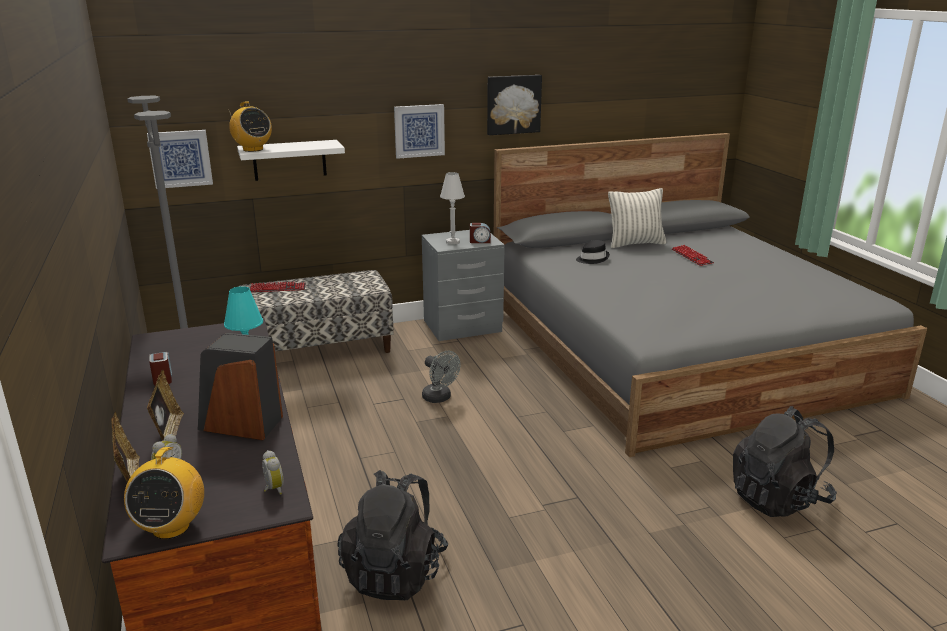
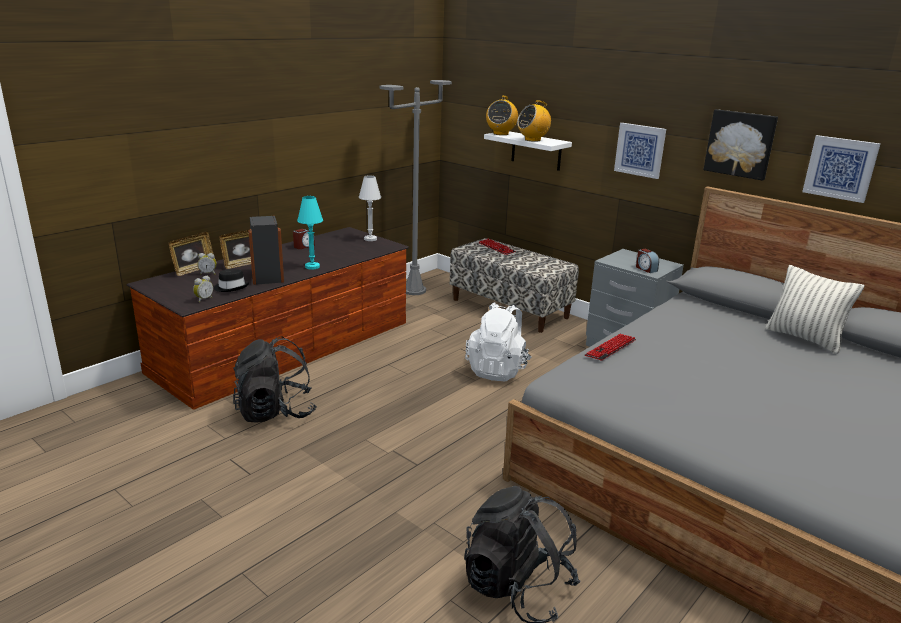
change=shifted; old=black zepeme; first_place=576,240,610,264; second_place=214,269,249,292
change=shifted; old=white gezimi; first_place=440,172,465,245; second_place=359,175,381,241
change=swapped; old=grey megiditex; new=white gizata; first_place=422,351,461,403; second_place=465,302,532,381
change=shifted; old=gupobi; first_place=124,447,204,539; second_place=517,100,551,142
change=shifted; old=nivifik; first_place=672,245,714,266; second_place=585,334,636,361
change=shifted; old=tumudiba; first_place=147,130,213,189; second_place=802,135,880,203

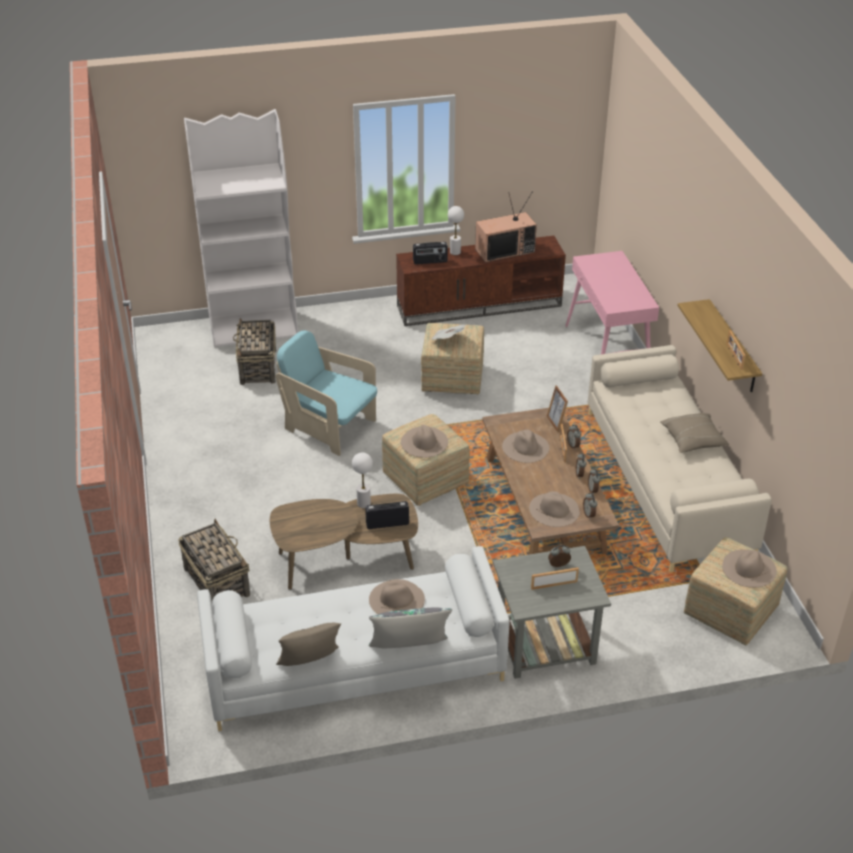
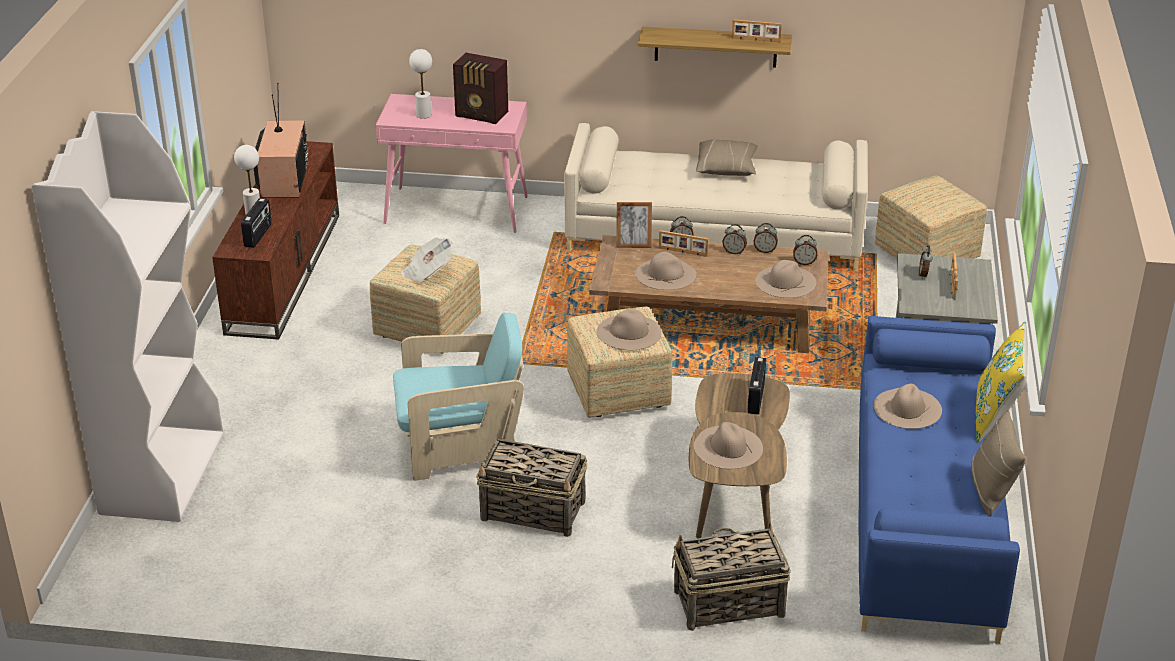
change=rotated; old=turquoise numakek; first_place=276,331,377,456; second_place=393,313,524,481; degrees=-150
change=shifted; old=white gezimi; first_place=352,452,373,508; second_place=409,49,432,119
change=new; new=gupobi; second_place=453,53,508,124
change=shifted; old=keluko; first_place=233,318,276,385; second_place=476,439,587,537
change=shifted; old=beige zepeme; first_place=722,550,777,588; second_place=694,422,763,469
change=repainted; old=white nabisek; new=blue nabisek; first_place=197,546,510,731; second_place=859,316,1020,644
change=repainted; old=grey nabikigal; new=yellow nabikigal; first_place=369,607,452,648; second_place=976,322,1028,443

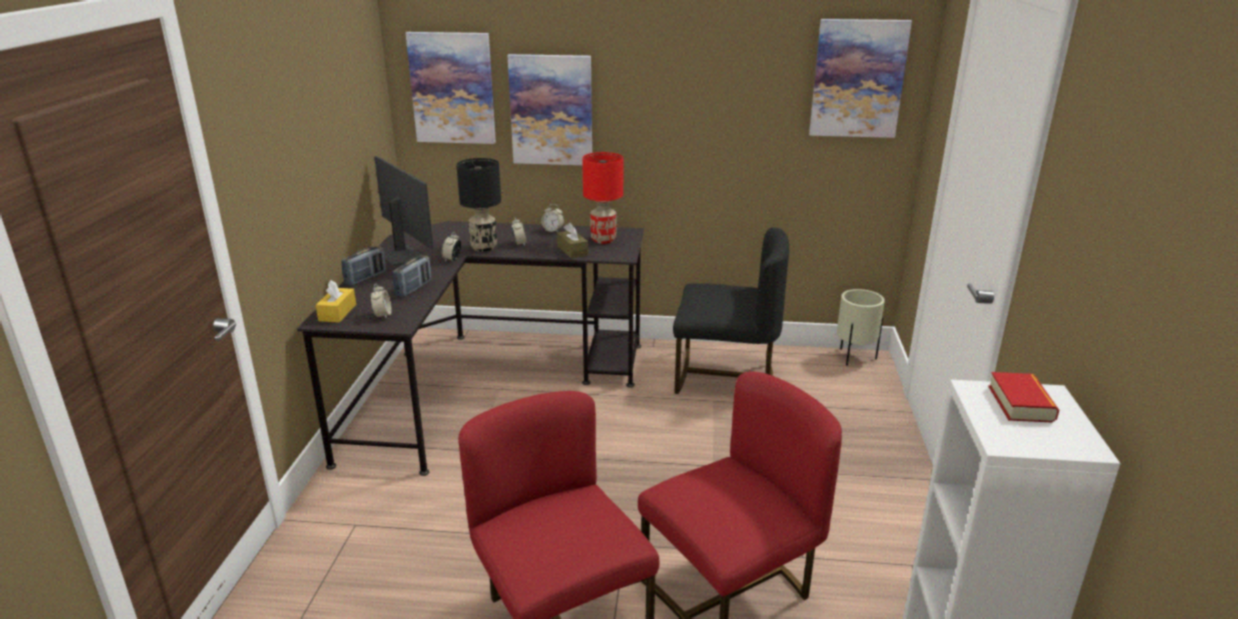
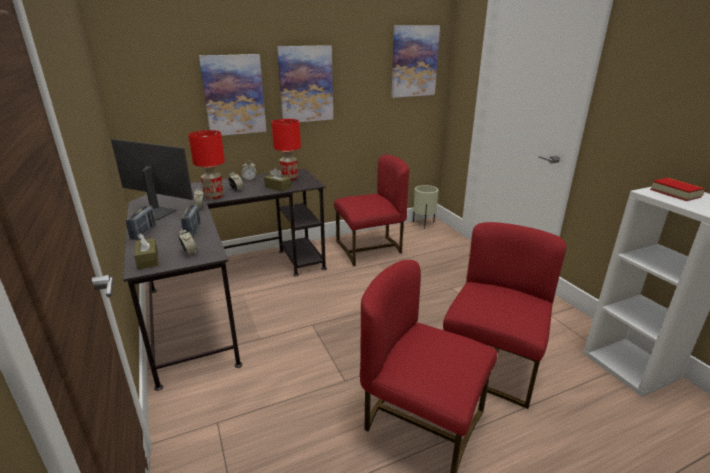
change=repainted; old=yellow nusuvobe; new=brown nusuvobe; first_place=316,280,356,322; second_place=134,233,158,270
change=repainted; old=black gezimi; new=red gezimi; first_place=456,158,501,252; second_place=188,130,225,199
change=shifted; old=tumudiba; first_place=406,32,496,144; second_place=277,45,333,122
change=repainted; old=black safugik; new=red safugik; first_place=673,227,789,394; second_place=334,155,409,266

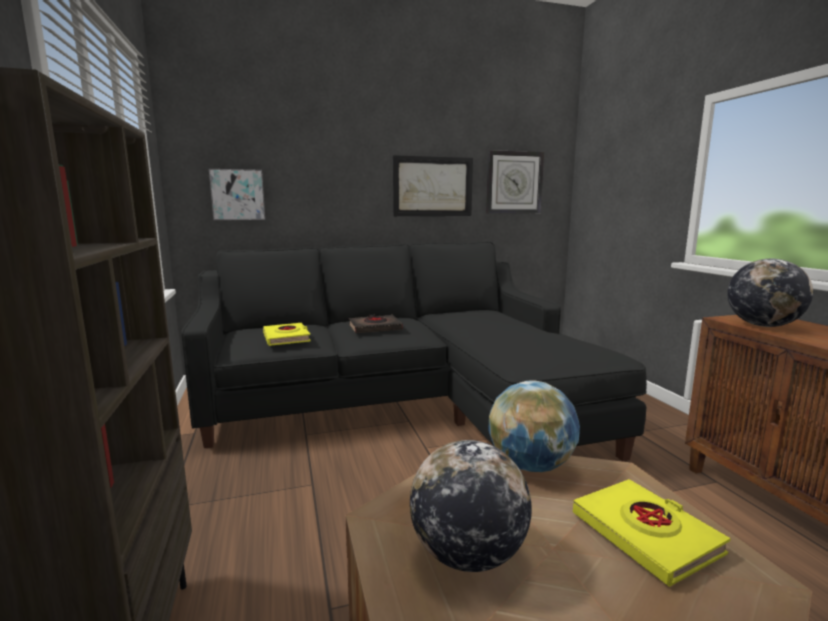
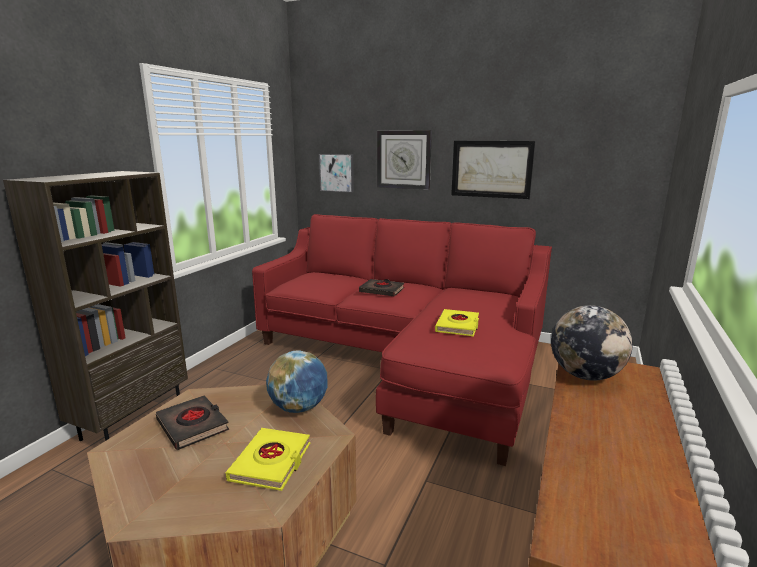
change=swapped; old=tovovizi; new=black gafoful; first_place=410,440,532,572; second_place=156,395,229,450
change=repainted; old=black nabisek; new=red nabisek; first_place=181,241,647,461; second_place=252,214,552,466
change=shifted; old=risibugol; first_place=486,150,544,213; second_place=377,130,432,190
change=shifted; old=yellow gafoful; first_place=263,323,311,346; second_place=435,309,479,336

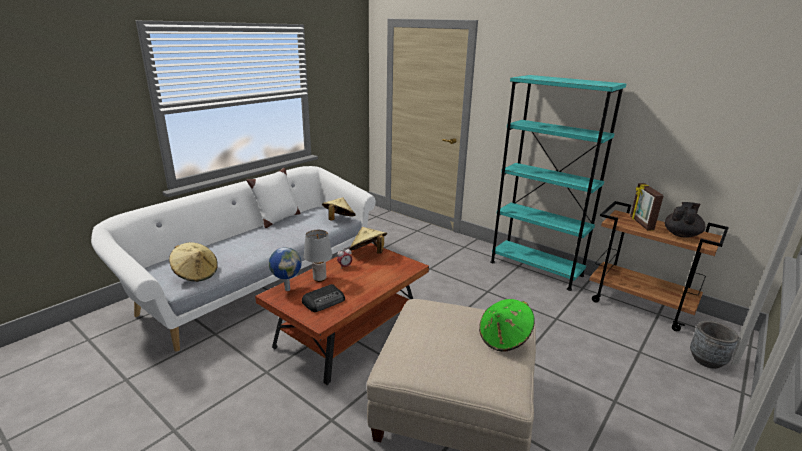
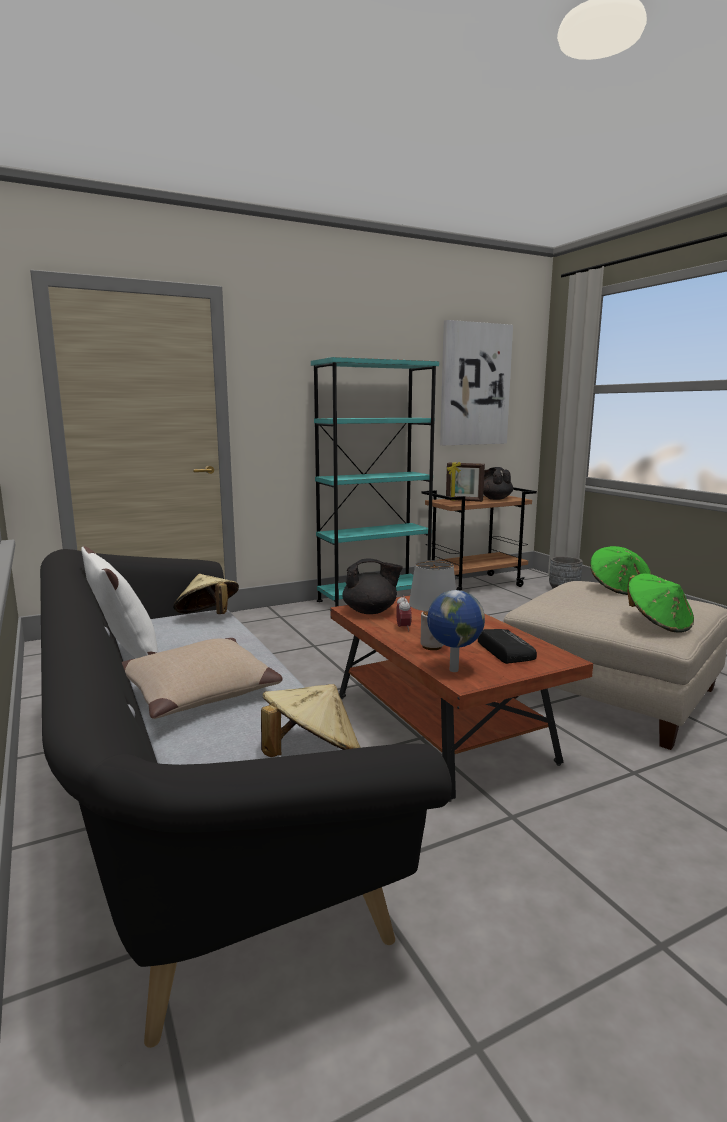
change=repainted; old=white nabisek; new=black nabisek; first_place=91,166,376,352; second_place=40,549,452,1048
change=new; new=beige nabikigal; second_place=122,638,283,719
change=swapped; old=beige zepeme; new=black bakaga; first_place=349,227,387,254; second_place=342,558,403,614
change=new; new=tumudiba; second_place=440,320,513,445
change=new; new=green zepeme; second_place=627,574,694,633

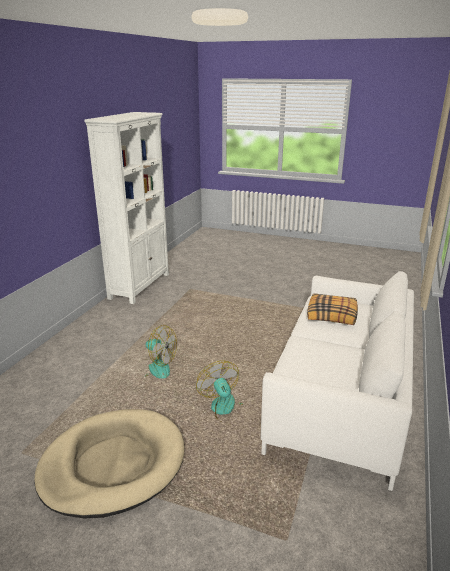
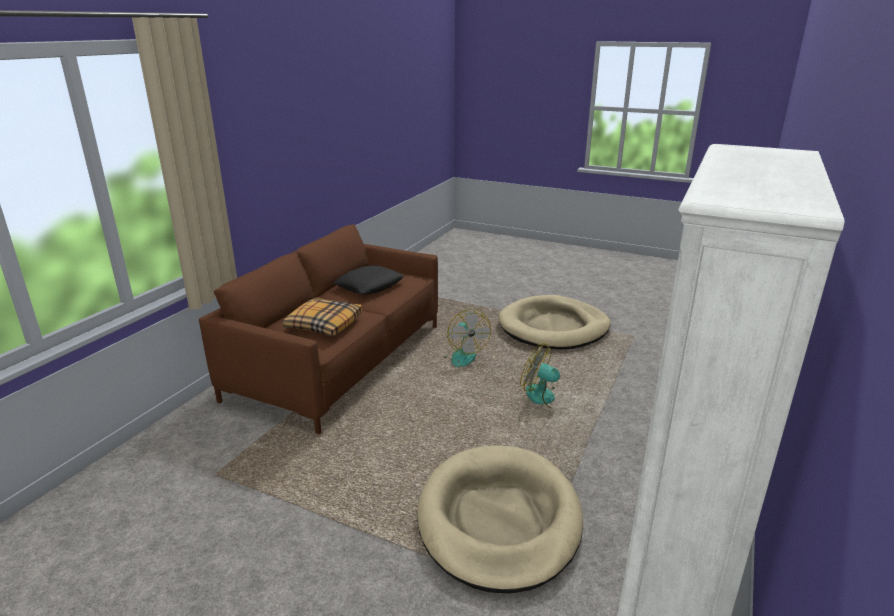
change=repainted; old=white nabisek; new=brown nabisek; first_place=261,271,414,491; second_place=199,224,438,434
change=new; new=black nabikigal; second_place=334,265,404,294
change=new; new=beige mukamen; second_place=417,445,583,594

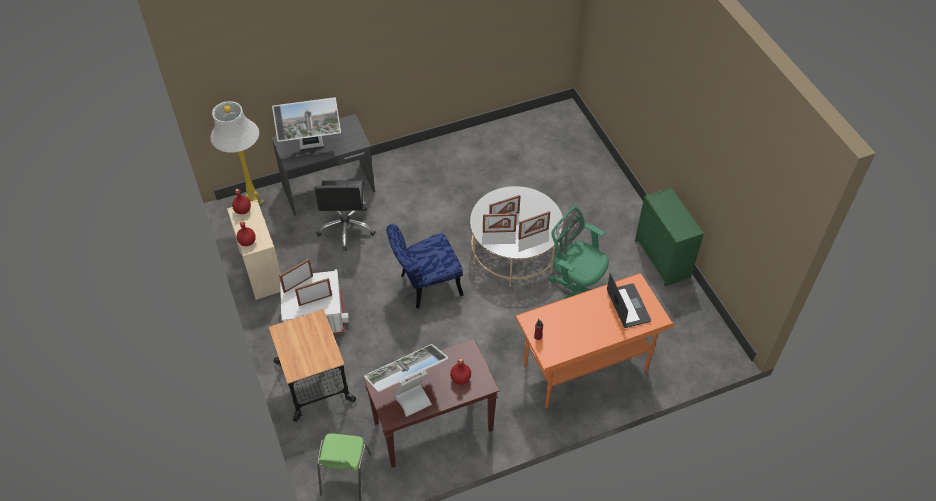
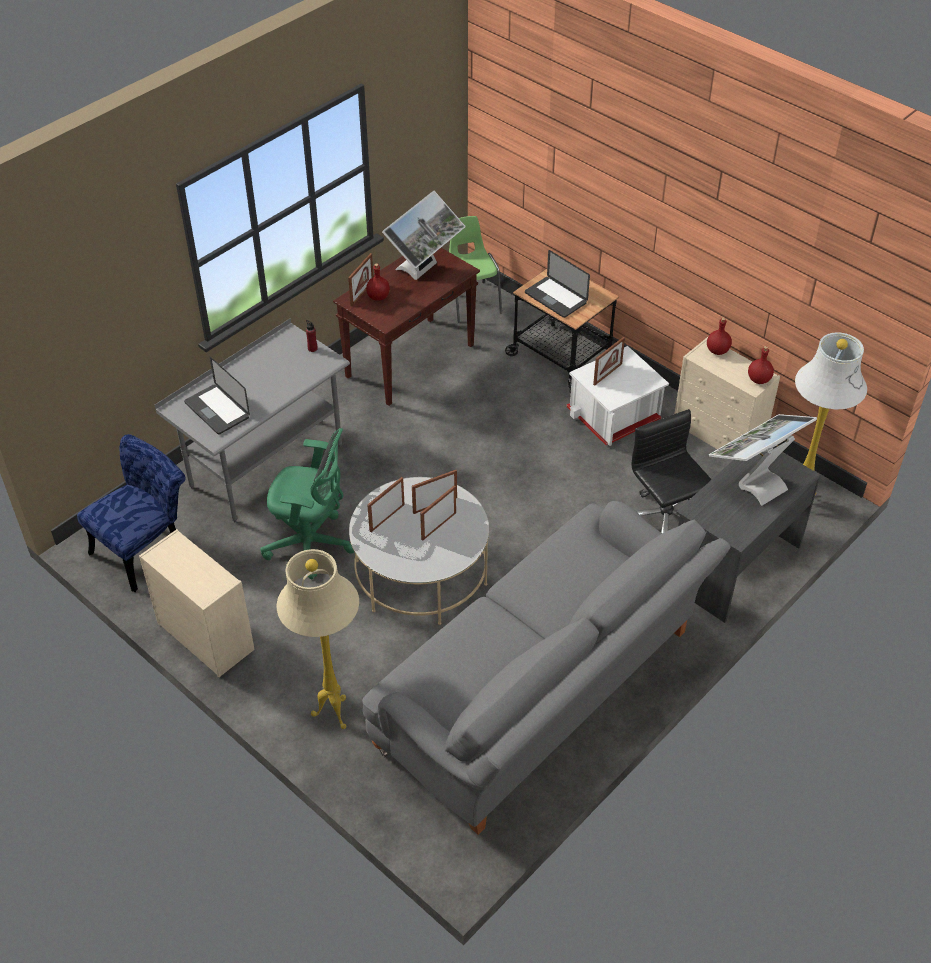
change=shifted; old=blue safugik; first_place=387,224,463,309; second_place=77,434,186,592
change=repainted; old=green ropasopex; new=beige ropasopex; first_place=635,187,704,287; second_place=139,529,255,677
change=repainted; old=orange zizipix; new=grey zizipix; first_place=515,273,675,409; second_place=155,318,350,522
change=new; new=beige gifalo; second_place=276,549,359,729
change=shifted; old=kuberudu; first_place=279,259,313,293; second_place=348,253,374,306
change=new; new=grey nabisek; second_place=362,501,731,835
change=new; new=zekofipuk; second_place=525,250,590,318

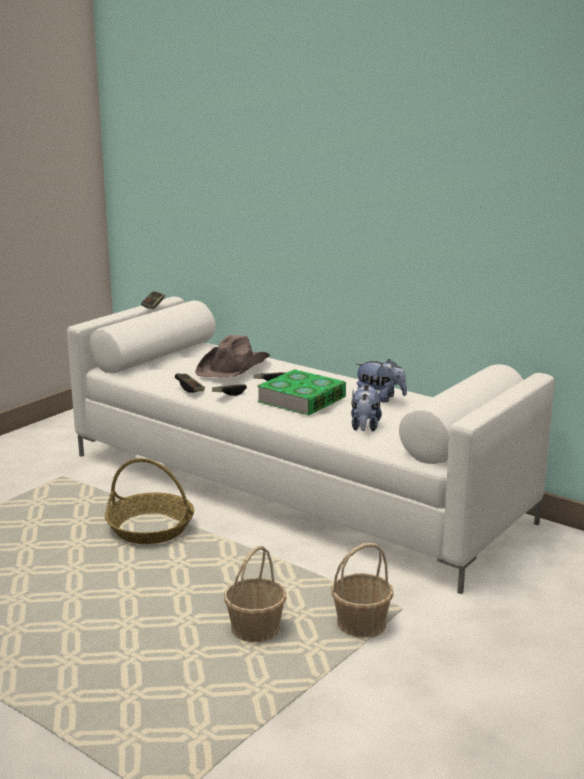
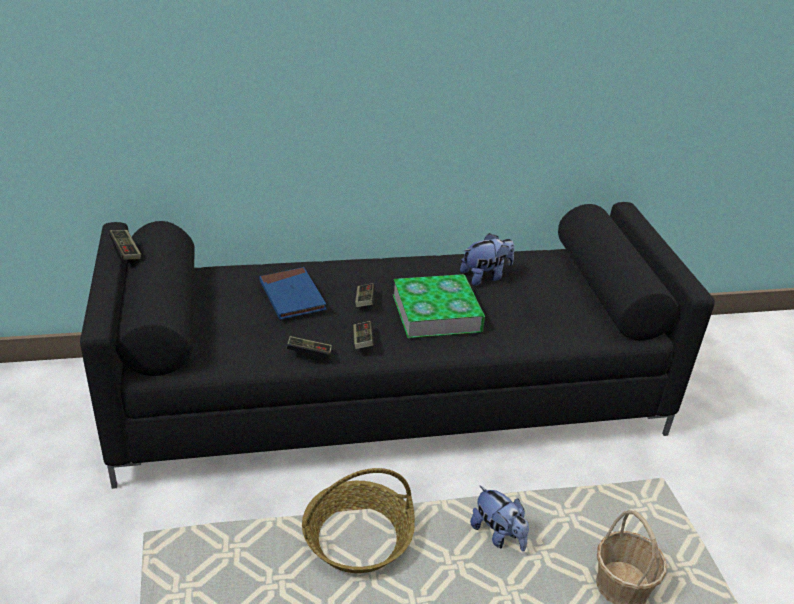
change=repainted; old=white nabisek; new=black nabisek; first_place=67,297,555,594; second_place=80,202,715,489
change=swapped; old=brown zepeme; new=blue gafoful; first_place=195,335,270,377; second_place=259,267,326,320
change=shifted; old=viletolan; first_place=351,384,382,431; second_place=470,485,529,552
change=gone; old=keluko; first_place=331,543,394,638

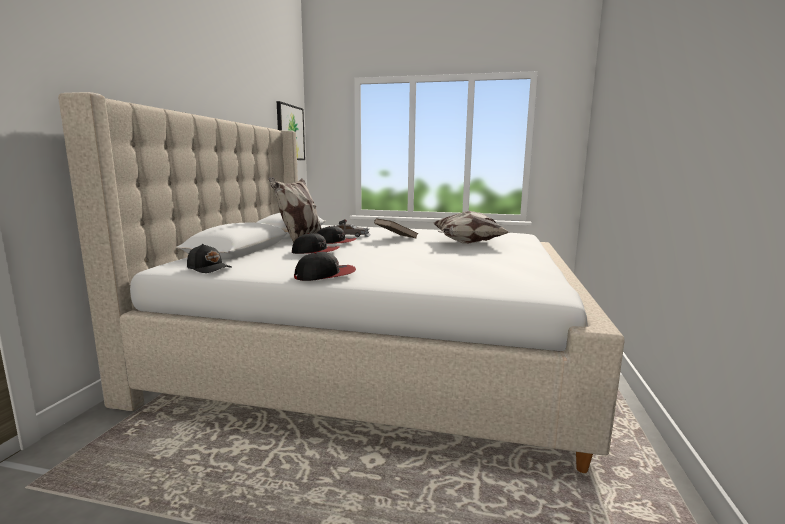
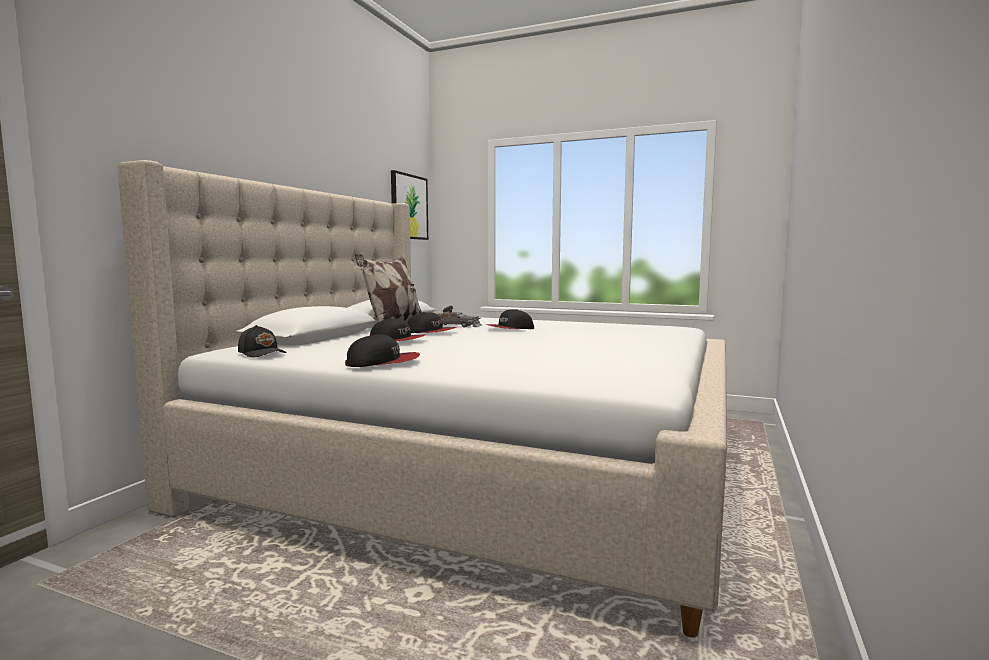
change=swapped; old=brown gafoful; new=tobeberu; first_place=374,218,419,239; second_place=486,309,534,329
change=gone; old=nabikigal; first_place=434,211,510,243

